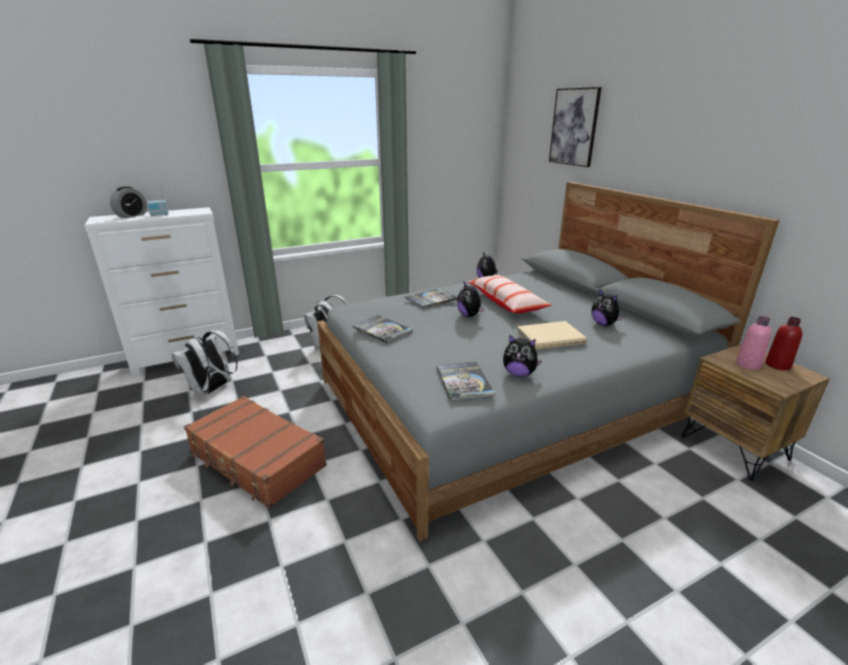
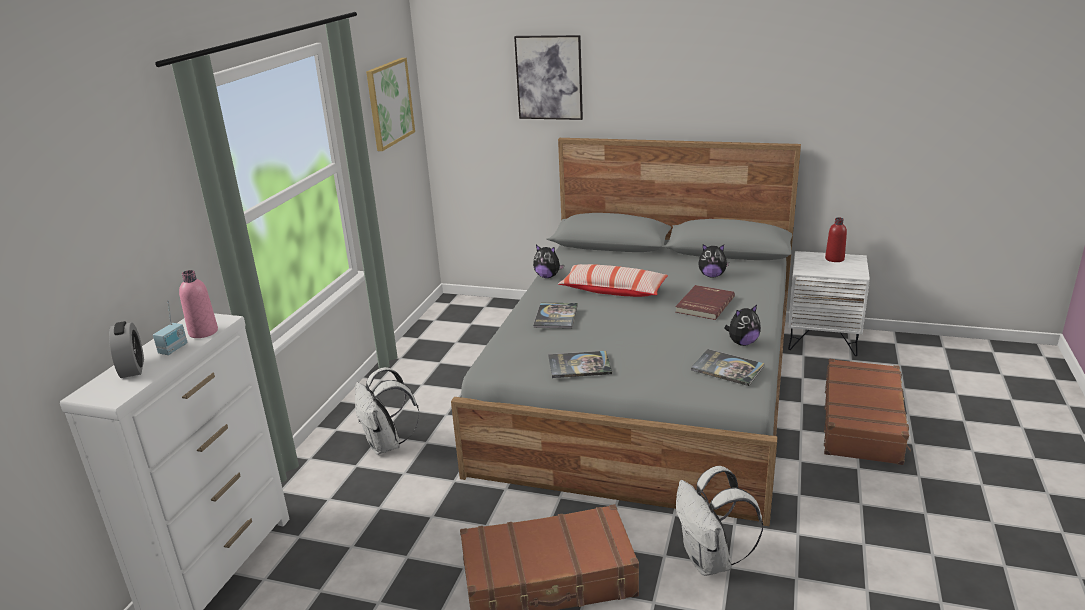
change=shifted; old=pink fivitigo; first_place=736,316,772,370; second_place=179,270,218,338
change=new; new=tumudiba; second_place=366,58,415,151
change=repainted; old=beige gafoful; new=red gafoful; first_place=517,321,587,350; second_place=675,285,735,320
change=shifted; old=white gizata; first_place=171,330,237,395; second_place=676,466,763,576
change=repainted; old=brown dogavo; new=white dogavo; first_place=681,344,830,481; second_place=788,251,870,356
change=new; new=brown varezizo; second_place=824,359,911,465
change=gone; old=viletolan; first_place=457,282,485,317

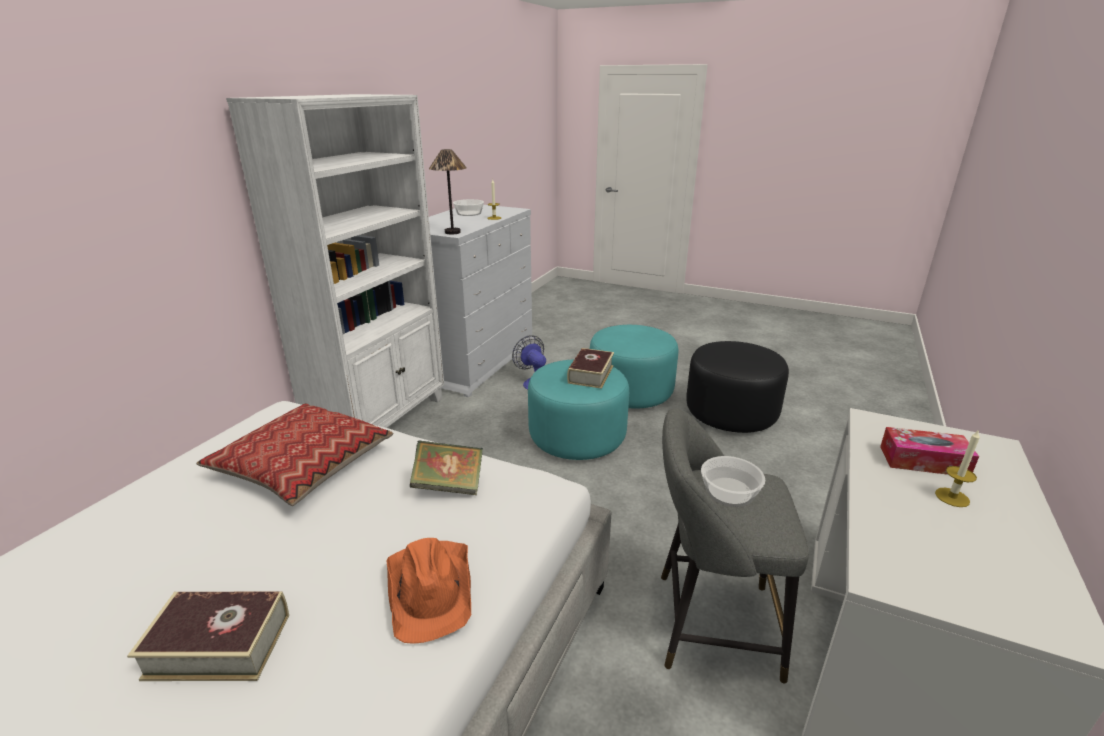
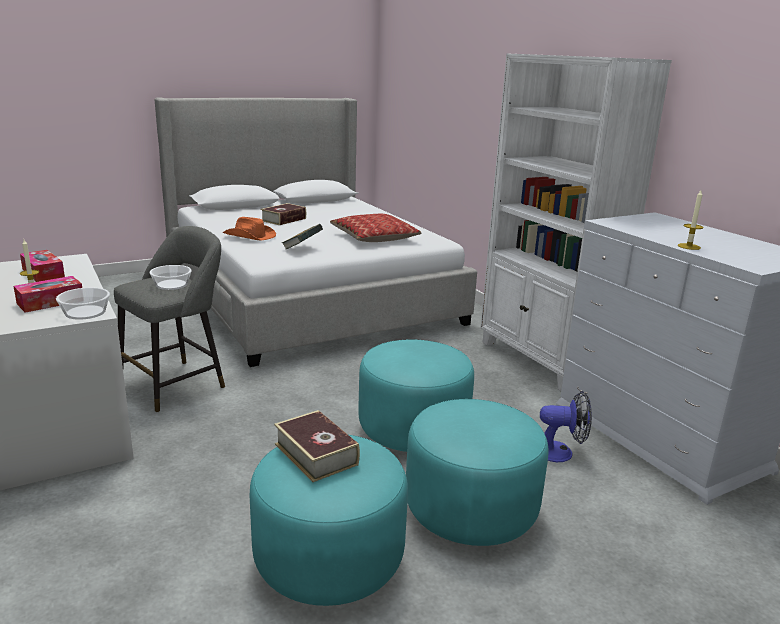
change=new; new=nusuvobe; second_place=20,250,65,282
change=shifted; old=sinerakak; first_place=453,199,484,216; second_place=56,288,110,320
change=repainted; old=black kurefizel; new=turquoise kurefizel; first_place=686,341,789,433; second_place=250,435,408,606
change=shifted; old=gafoful; first_place=567,348,614,389; second_place=274,410,360,482
change=gone; old=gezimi; first_place=429,149,467,235

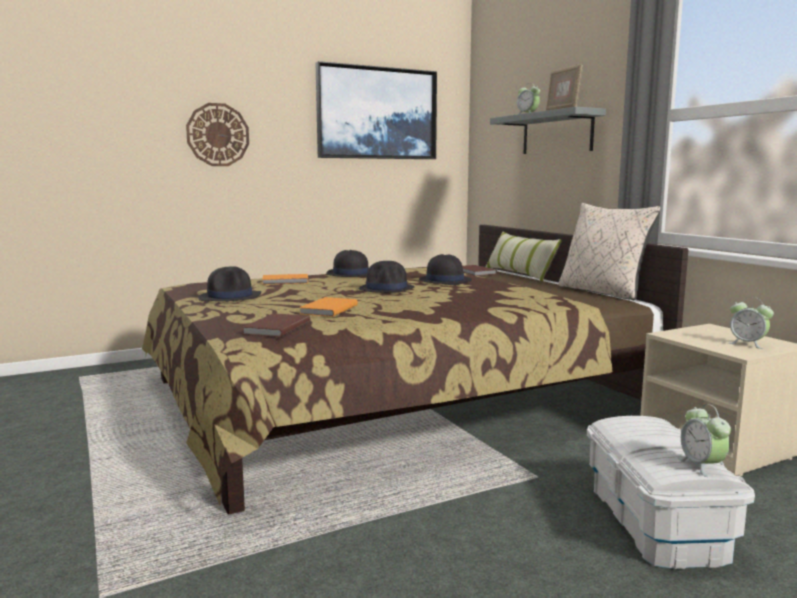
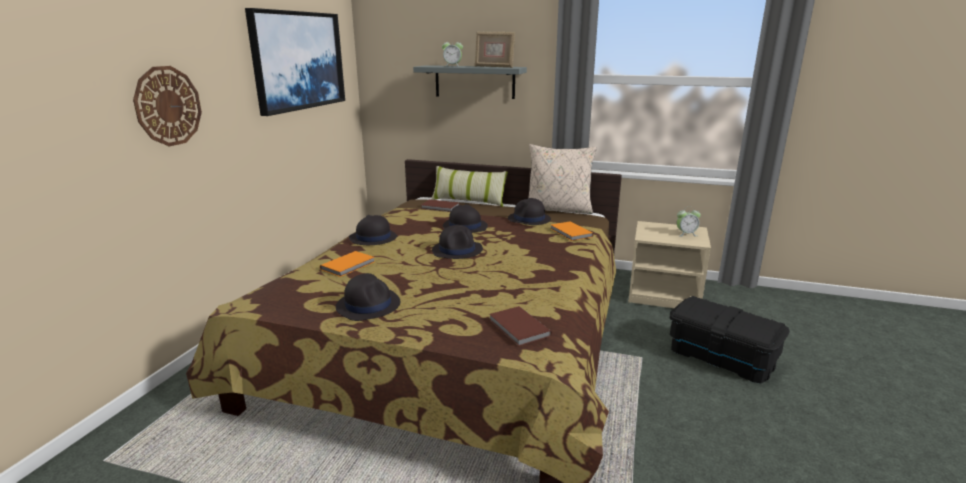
change=new; new=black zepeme; second_place=508,198,551,225
change=shifted; old=orange gafoful; first_place=299,297,358,317; second_place=551,221,594,241
change=repainted; old=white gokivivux; new=black gokivivux; first_place=587,416,755,569; second_place=670,296,790,384
change=gone; old=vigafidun; first_place=678,404,731,477

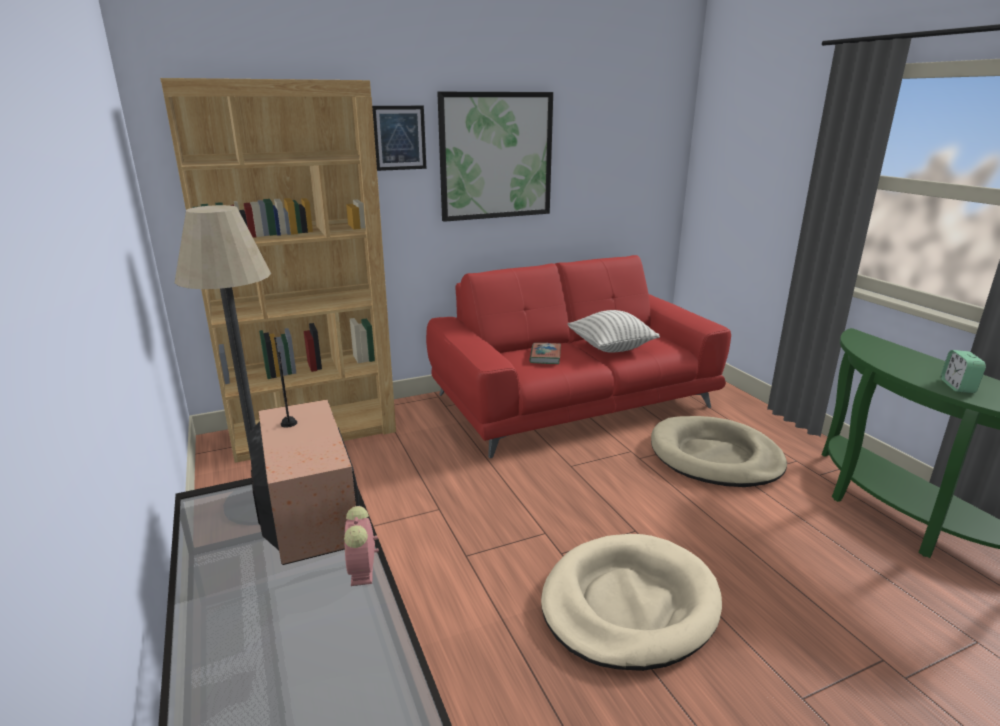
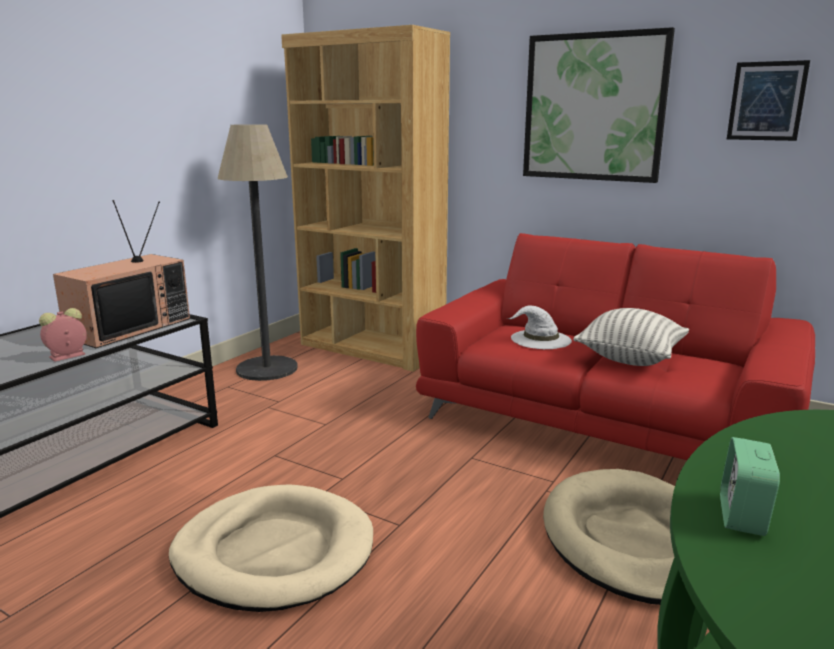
change=swapped; old=gafoful; new=white zepeme; first_place=529,343,561,364; second_place=507,305,572,349
change=rotated; old=vigafidun; first_place=941,350,986,393; second_place=720,437,780,536; degrees=-45
change=shifted; old=tumudiba; first_place=372,106,426,171; second_place=727,60,810,141

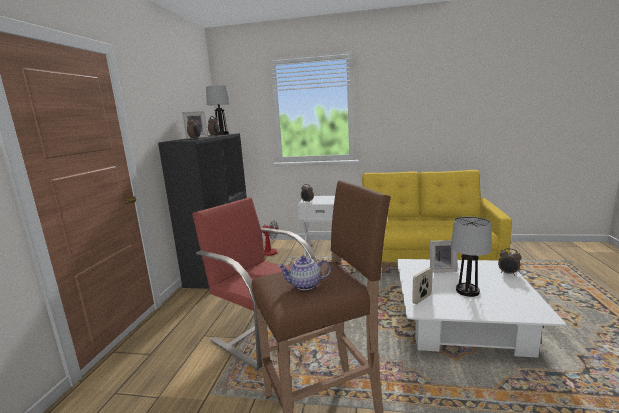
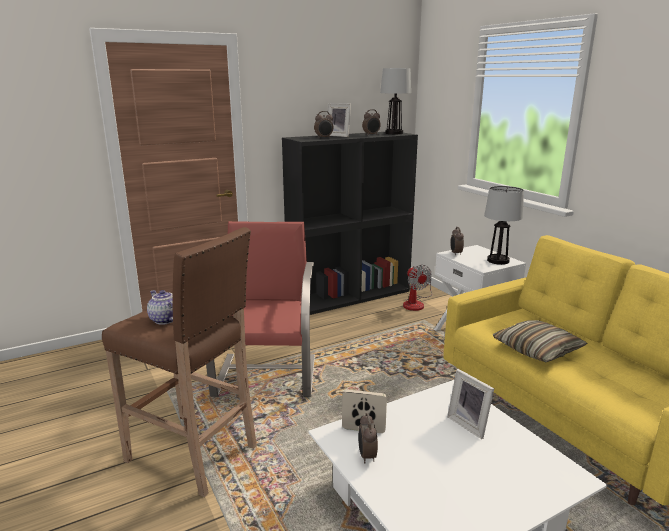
change=shifted; old=vigafidun; first_place=498,248,521,276; second_place=358,413,378,463
change=shifted; old=gezimi; first_place=451,217,492,297; second_place=484,186,524,265
change=new; new=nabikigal; second_place=493,320,587,362

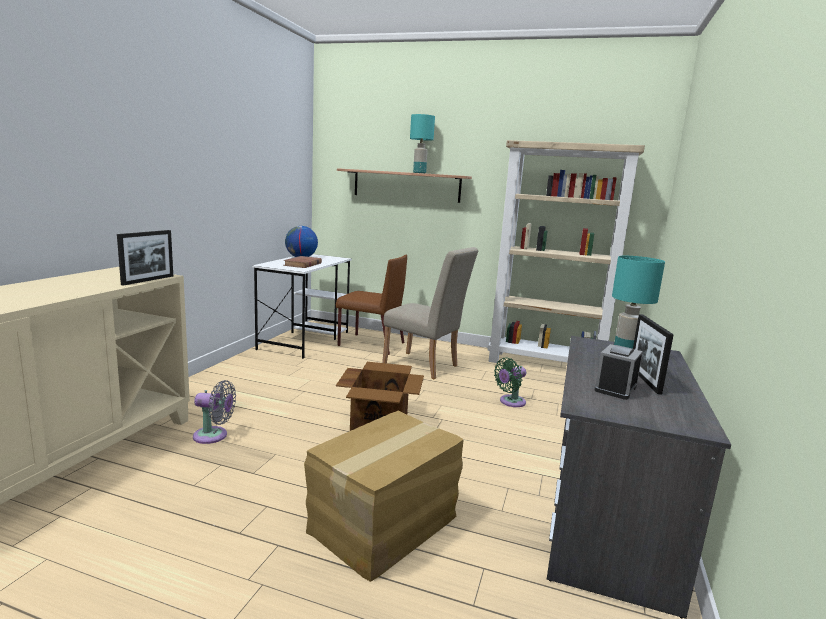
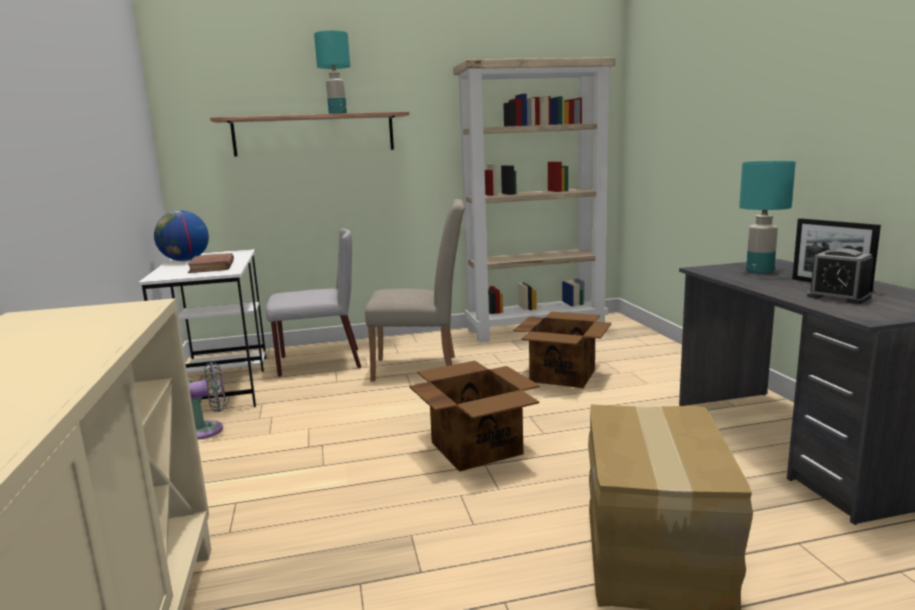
change=shifted; old=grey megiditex; first_place=193,380,236,444; second_place=189,362,226,440
change=repainted; old=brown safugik; new=grey safugik; first_place=336,255,407,355; second_place=266,228,361,377
change=swapped; old=green megiditex; new=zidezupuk; first_place=494,358,526,407; second_place=513,312,611,388
change=rotated; old=vigafidun; first_place=594,344,643,400; second_place=807,248,873,304; degrees=-45
change=gone; old=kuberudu; first_place=117,230,173,286

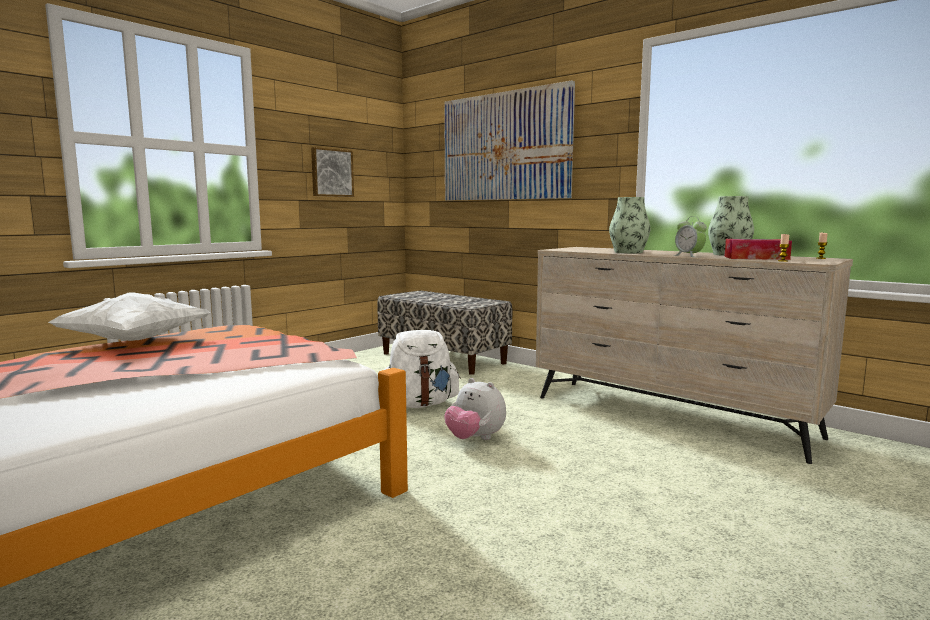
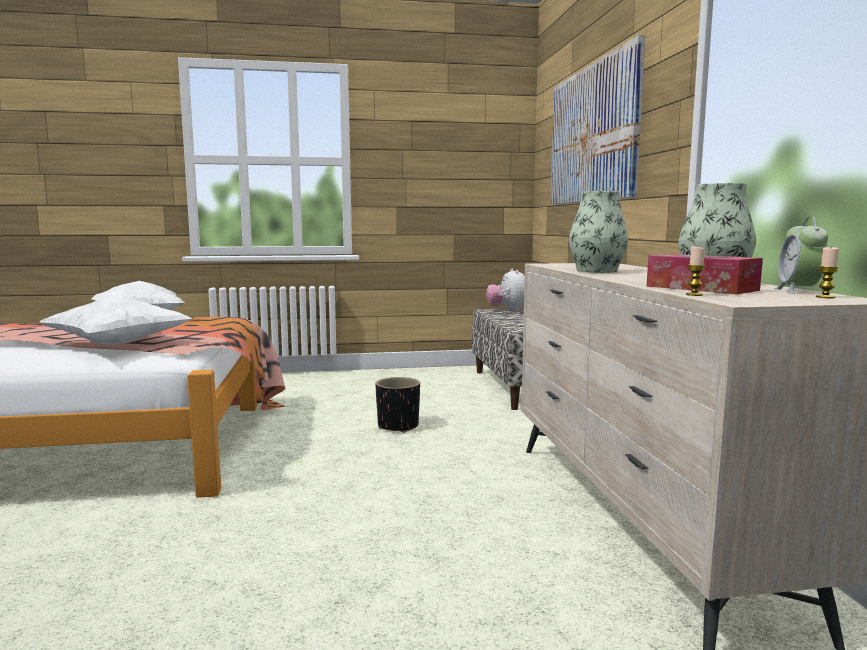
change=new; new=white nabikigal; second_place=40,296,193,345
change=swapped; old=white gizata; new=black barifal; first_place=384,330,461,408; second_place=375,377,420,433
change=shifted; old=viletolan; first_place=445,378,506,440; second_place=486,269,525,311
change=shifted; old=vigafidun; first_place=674,216,707,257; second_place=775,216,828,294
change=gone; old=tumudiba; first_place=311,147,354,197

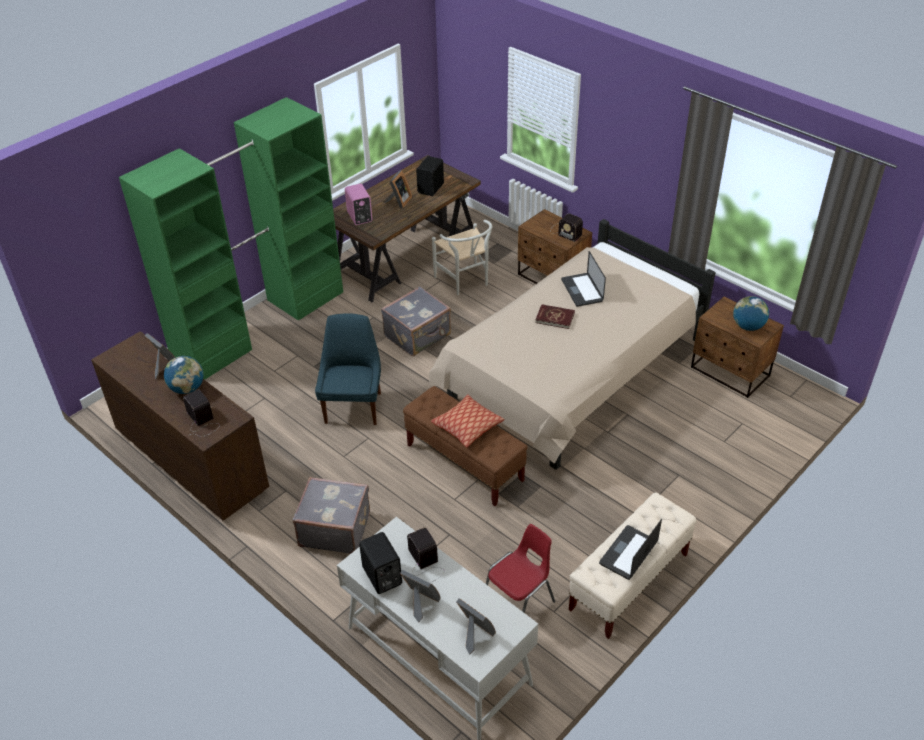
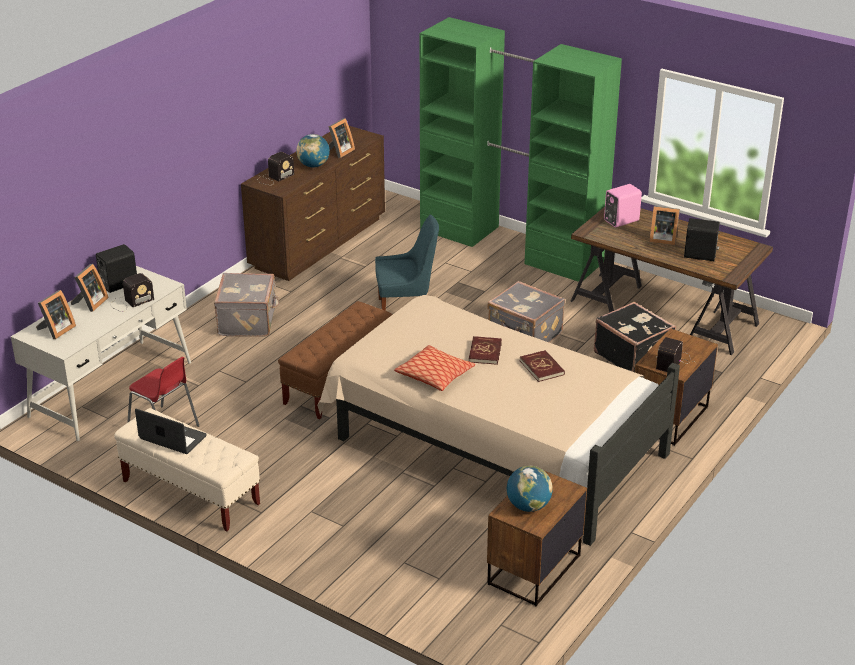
change=shifted; old=nabikigal; first_place=431,394,504,448; second_place=394,345,476,391
change=swapped; old=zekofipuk; new=red gafoful; first_place=561,251,606,307; second_place=520,350,565,382
change=swapped; old=white safugik; new=black varezizo; first_place=432,220,492,296; second_place=594,302,676,372

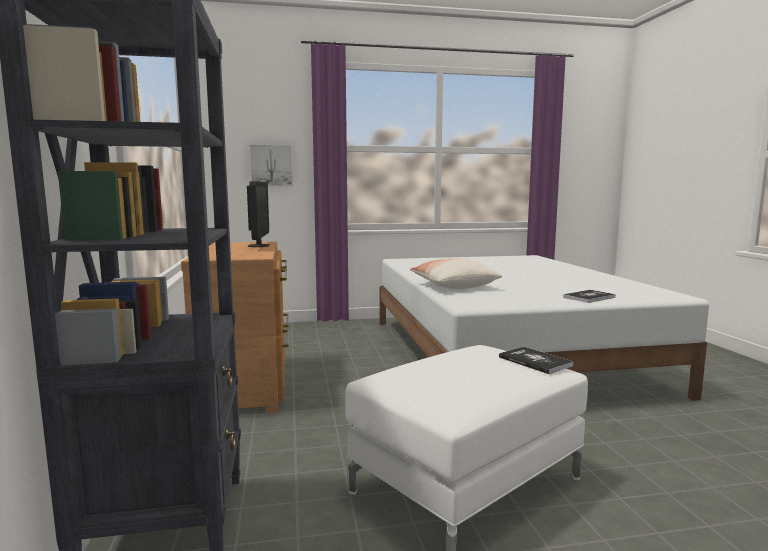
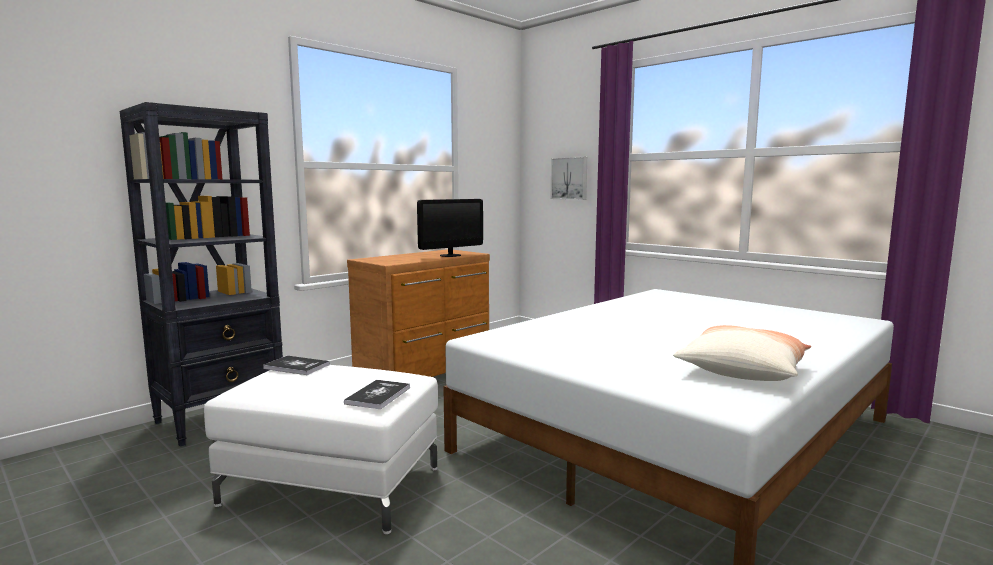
change=shifted; old=gafoful; first_place=563,290,616,303; second_place=263,356,330,375
change=shifted; old=nabikigal; first_place=410,258,502,289; second_place=673,325,811,381

